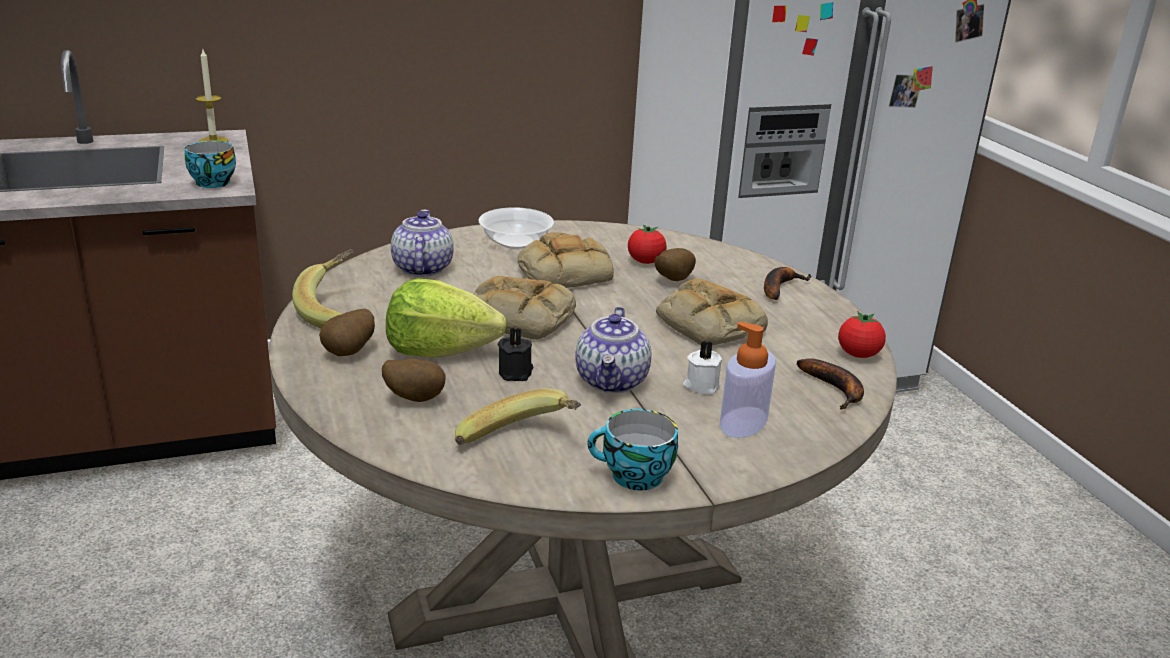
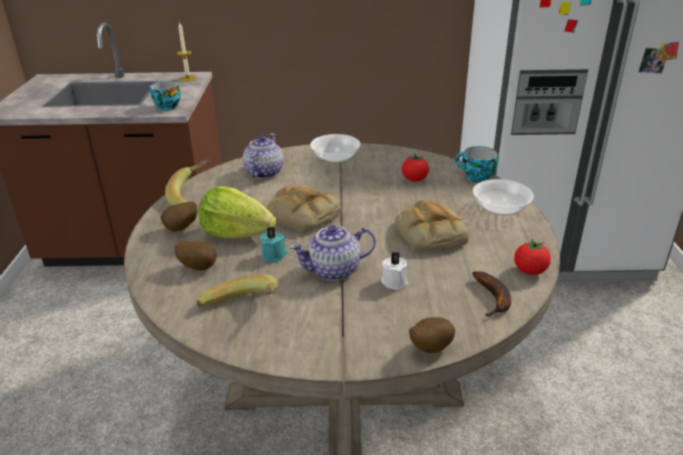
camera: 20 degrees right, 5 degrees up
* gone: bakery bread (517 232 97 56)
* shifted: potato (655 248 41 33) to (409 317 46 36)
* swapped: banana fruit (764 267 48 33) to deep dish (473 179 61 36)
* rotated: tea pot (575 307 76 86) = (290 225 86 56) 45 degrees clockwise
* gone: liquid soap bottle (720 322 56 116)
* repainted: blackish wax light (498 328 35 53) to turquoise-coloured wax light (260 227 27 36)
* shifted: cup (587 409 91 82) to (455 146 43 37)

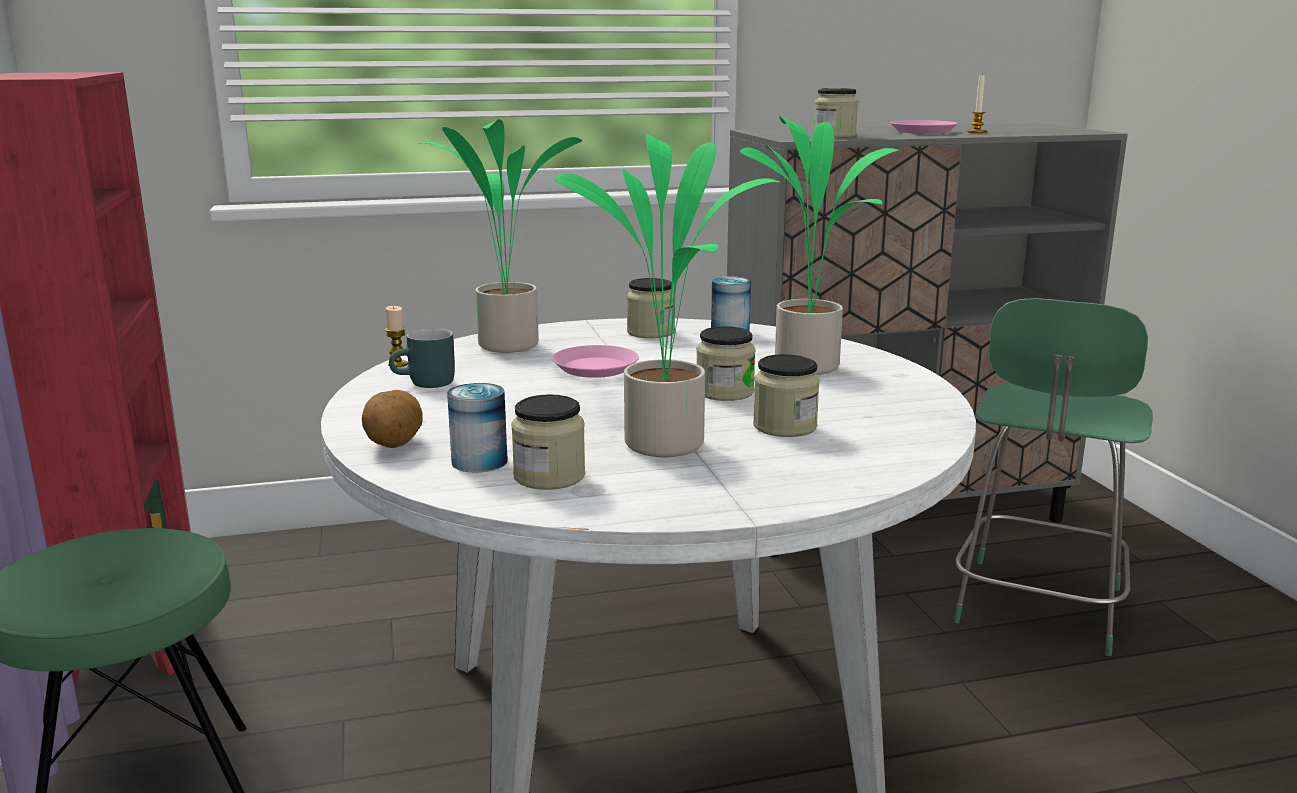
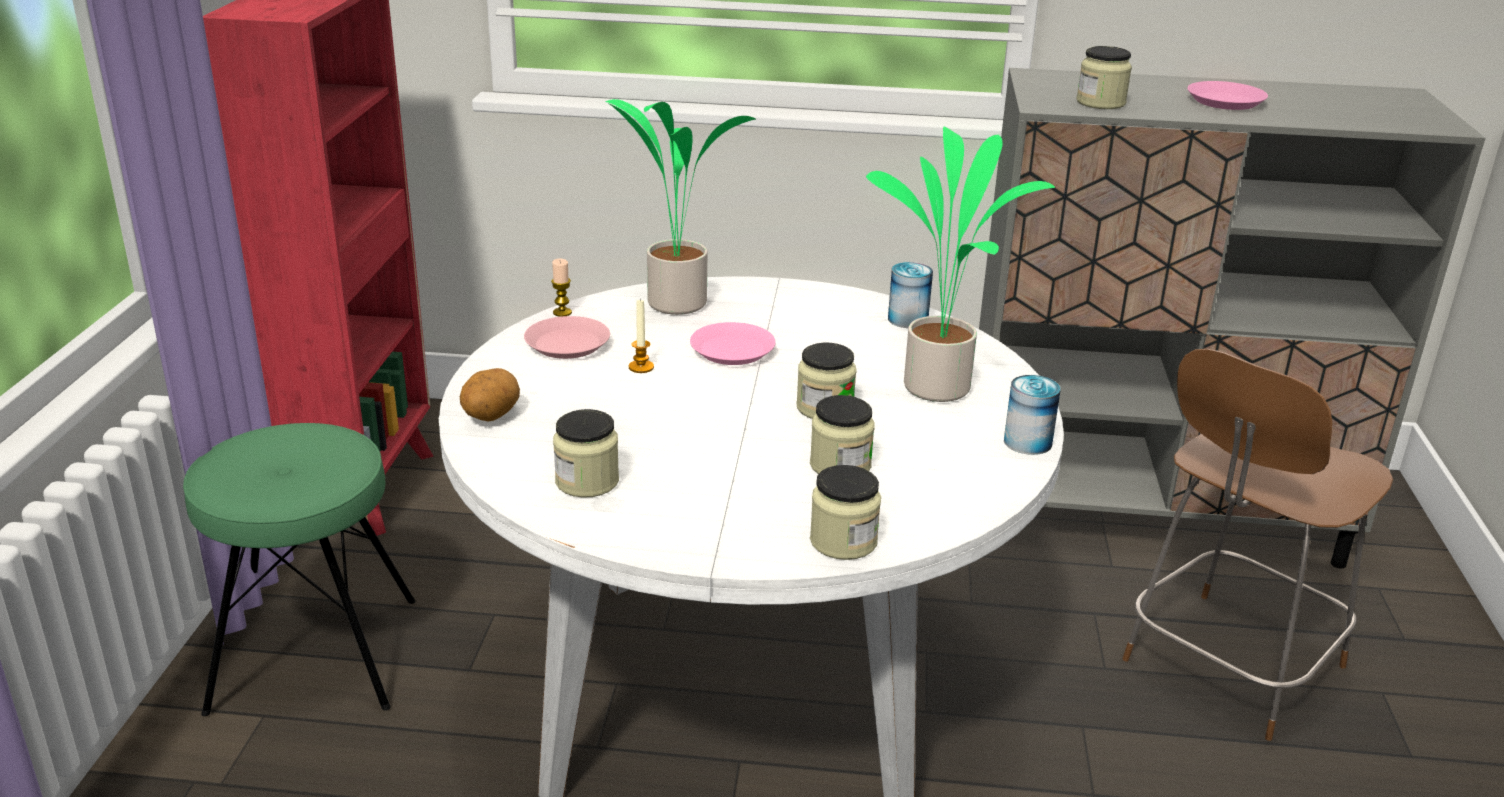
camera: 20 degrees right, 10 degrees up
* shifted: wax light (967 75 20 58) to (629 299 25 74)
* gone: houseplant (554 134 227 323)
* shifted: jar (627 278 48 60) to (810 465 71 95)
* repainted: greenish upright chair (953 298 200 358) to brown-coloured upright chair (1122 349 271 392)
* swapped: turquoise-coloured mug (389 328 66 60) to pinkish plate (524 316 86 43)
* shifted: metal can (447 383 61 90) to (1004 375 57 80)

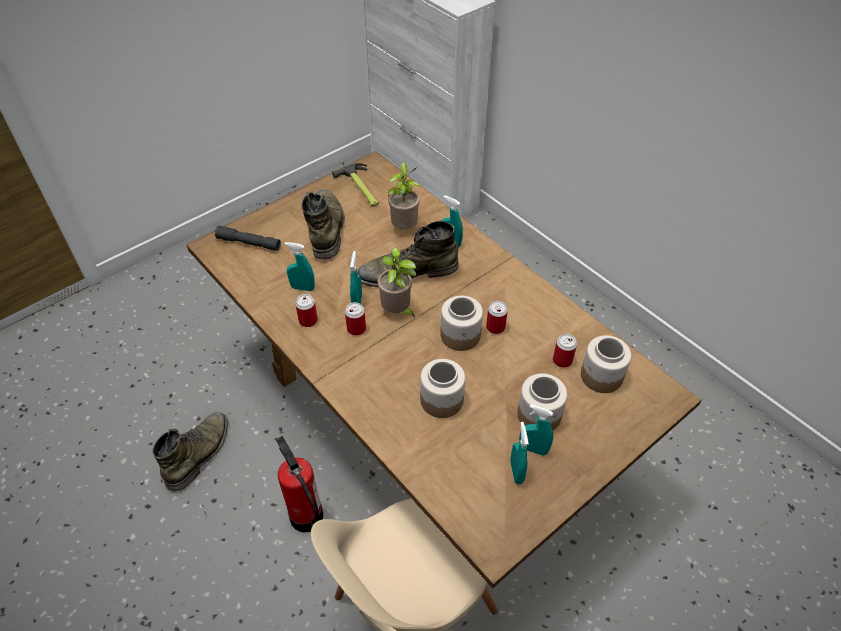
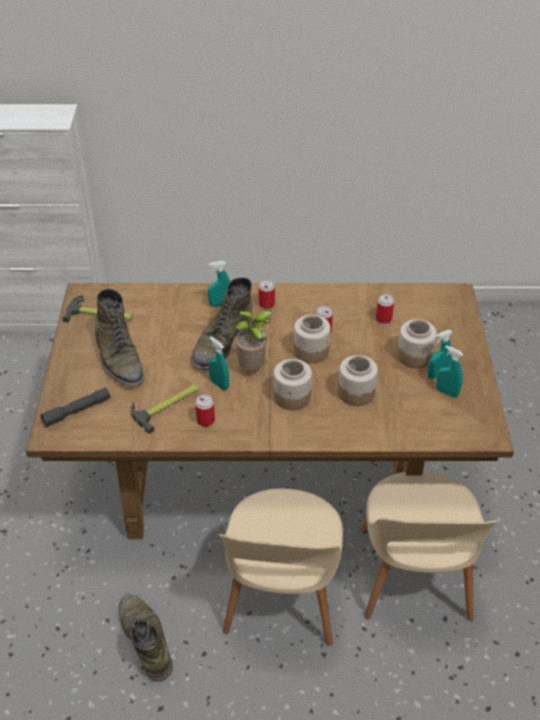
camera: 50 degrees left, 5 degrees down
* gone: houseplant (388 162 32 68)
* rotated: greenish boot (302 189 43 70) = (95 288 50 98) 150 degrees counterclockwise
* swapped: turquoise-coloured hand sprayer (285 242 30 49) to hand hammer (131 384 69 50)
* shifted: metal can (345 302 21 34) to (259 280 16 29)
* shifted: jar (581 335 50 58) to (274 359 38 51)
* swapped: fire-fighting cylinder (275 436 48 96) to beige-coloured upright chair (219 488 124 158)

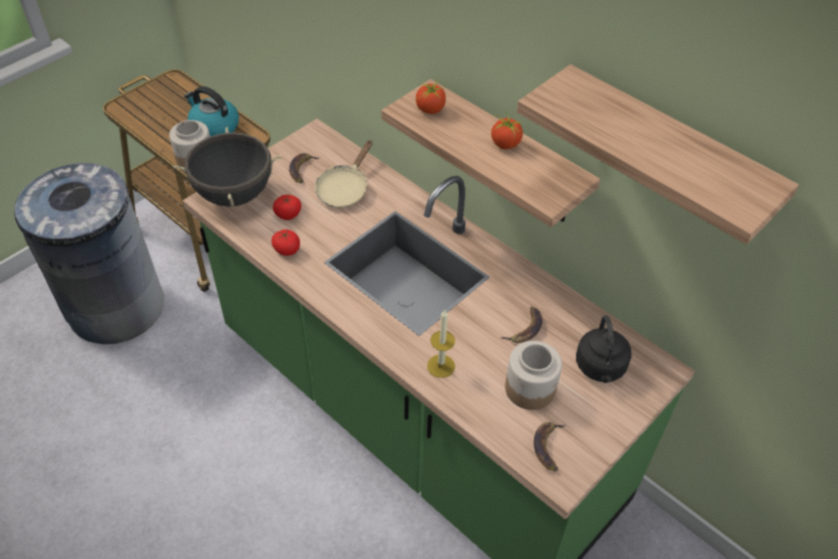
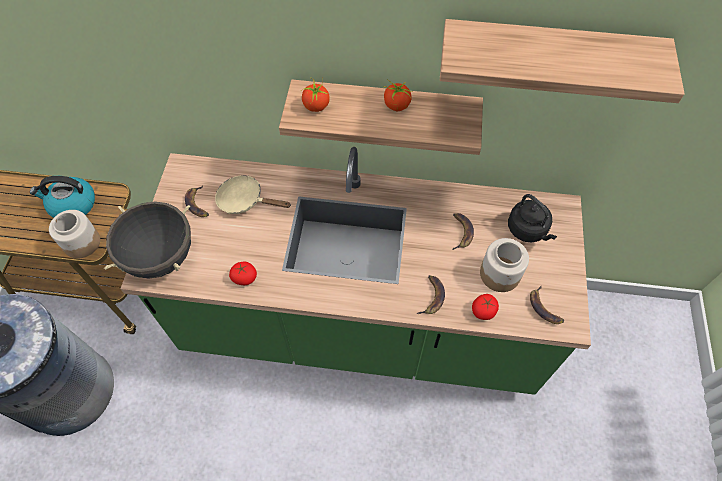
camera: 35 degrees left, 10 degrees up
* rotated: beige-coloured frying pan (315 140 58 68) = (215 175 75 39) 120 degrees clockwise
* shifted: whole tomato (273 195 28 25) to (472 294 27 26)
* swapped: wax light (427 310 28 68) to banana fruit (417 275 28 39)

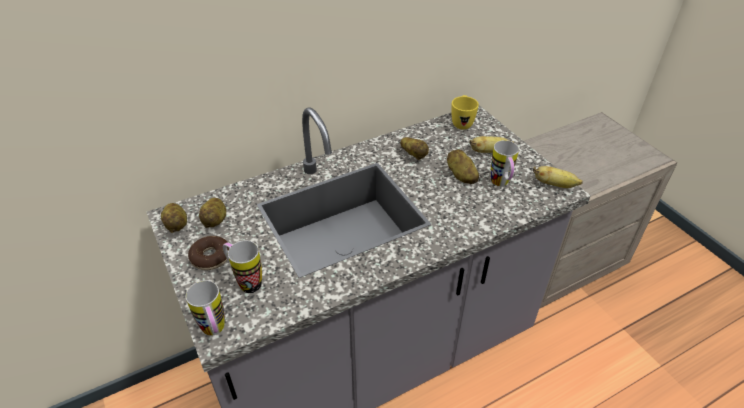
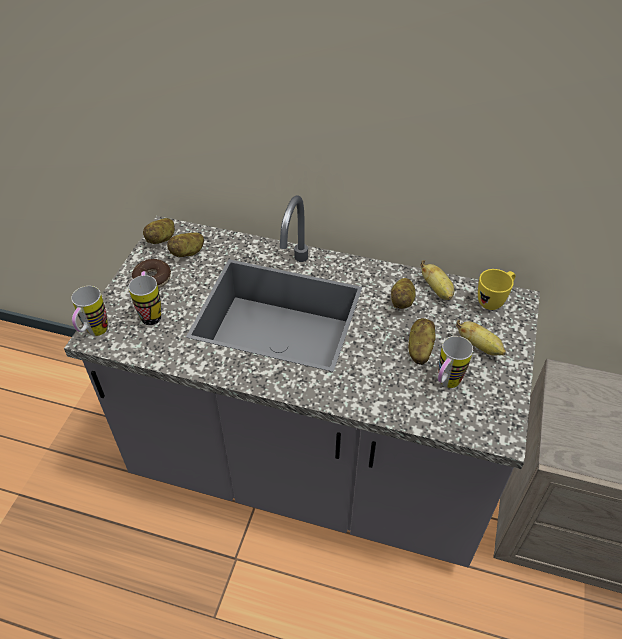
camera: 45 degrees right, 5 degrees up
* shifted: banana fruit (533 166 50 22) to (420 260 34 40)

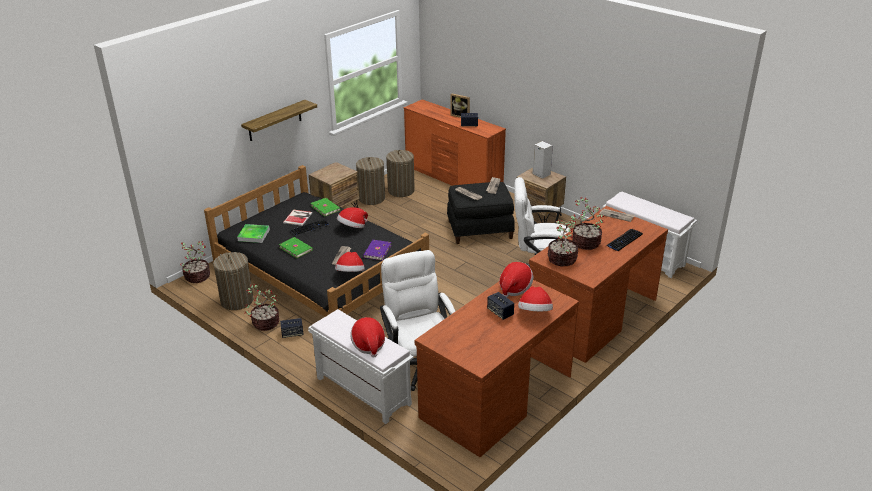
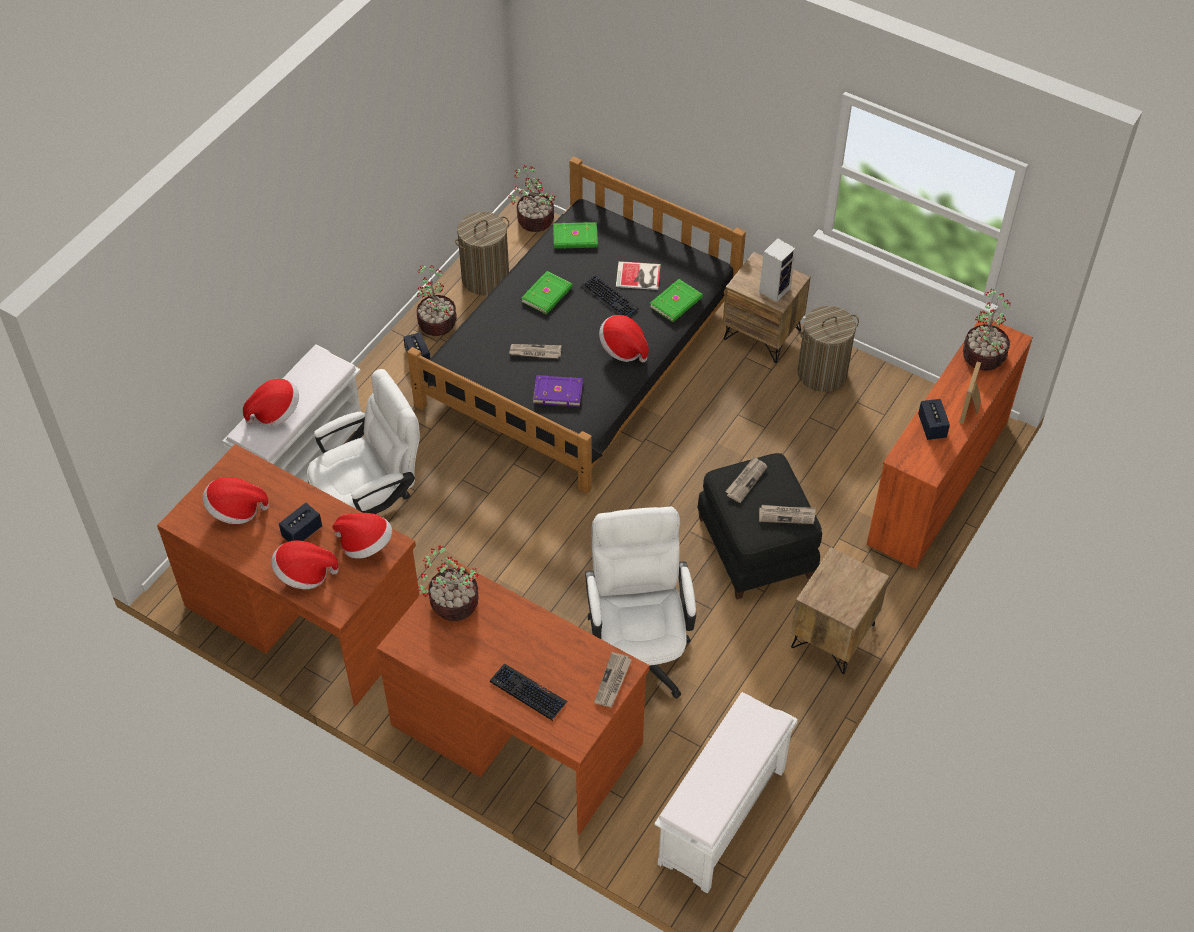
camera: 80 degrees right, 20 degrees up
* gone: wall shelf (241 100 76 41)
* shifted: loudspeaker (532 141 21 38) to (759 238 37 64)
* gone: laundry basket (386 150 29 47)
* shifted: houseplant (567 197 37 53) to (963 289 48 82)
* swapped: serving tray (237 224 33 19) to greenish bound book (553 222 45 27)
* shifted: hat (335 252 30 20) to (203 477 66 47)

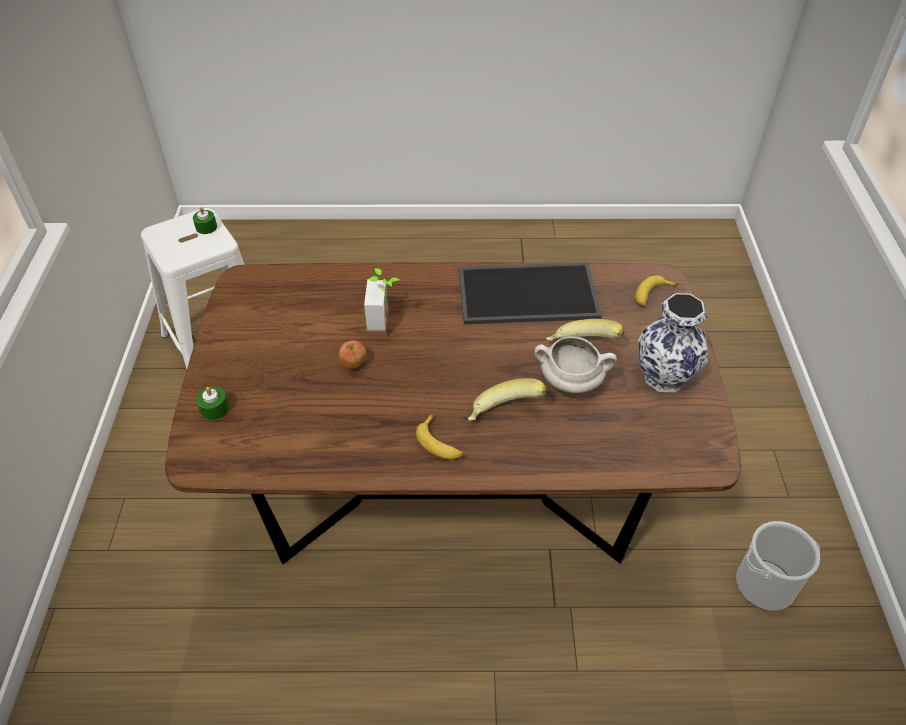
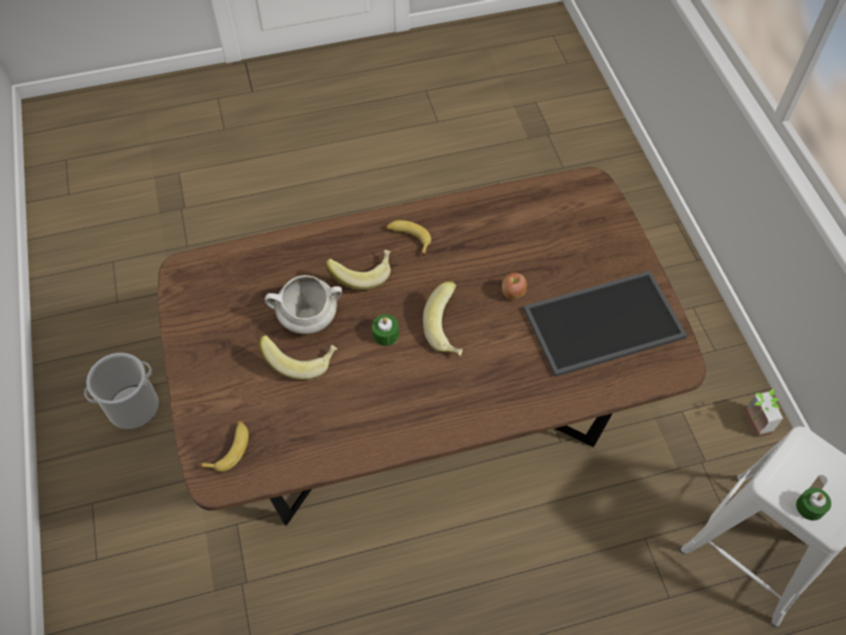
camera: 165 degrees right, 10 degrees up
* shifted: serving tray (459 262 143 62) to (523 271 164 106)
* shifted: houseplant (364 268 35 69) to (744 389 39 49)
* gone: vase (638 293 70 100)
* shifted: greenish wax light (196 387 33 33) to (372 314 27 32)
* new: banana fruit (423 281 40 75)

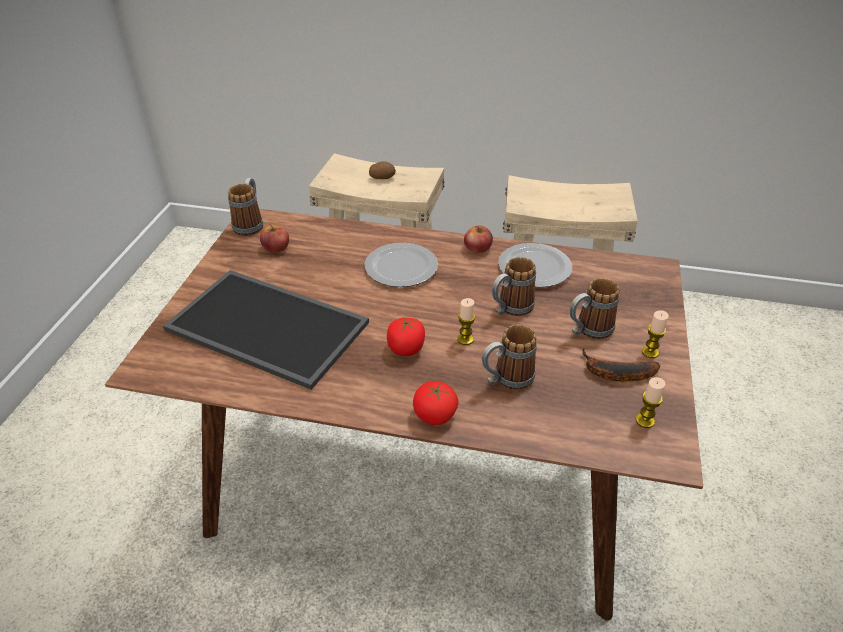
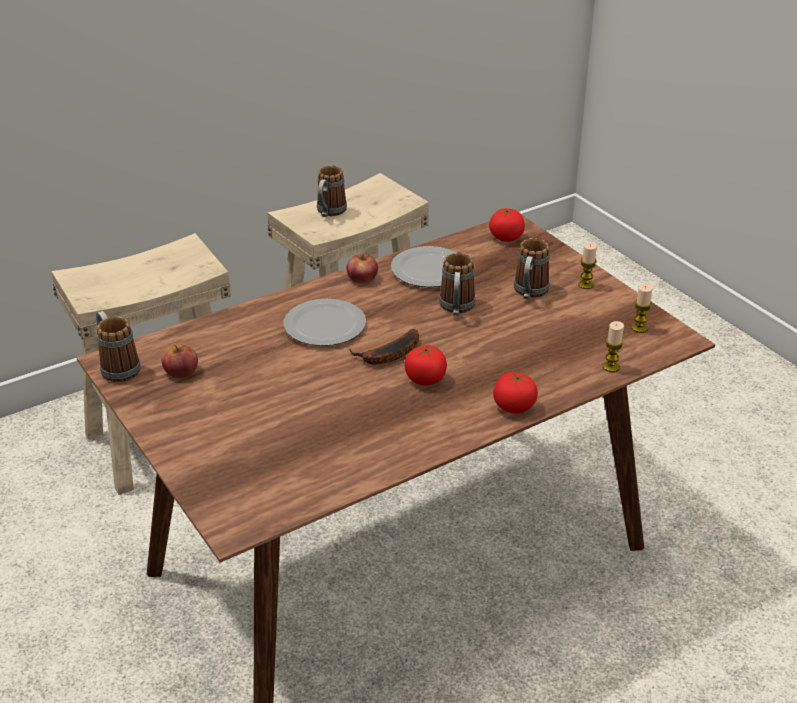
camera: 45 degrees left, 5 degrees down
* gone: potato (369 161 27 18)
* gone: serving tray (163 270 206 120)
* shifted: wax light (457 298 18 47) to (603 321 21 51)
* shifted: mug (482 324 55 66) to (317 166 30 51)
* shifted: banana fruit (582 348 78 33) to (350 329 69 36)
* new: whole tomato (489 208 36 34)

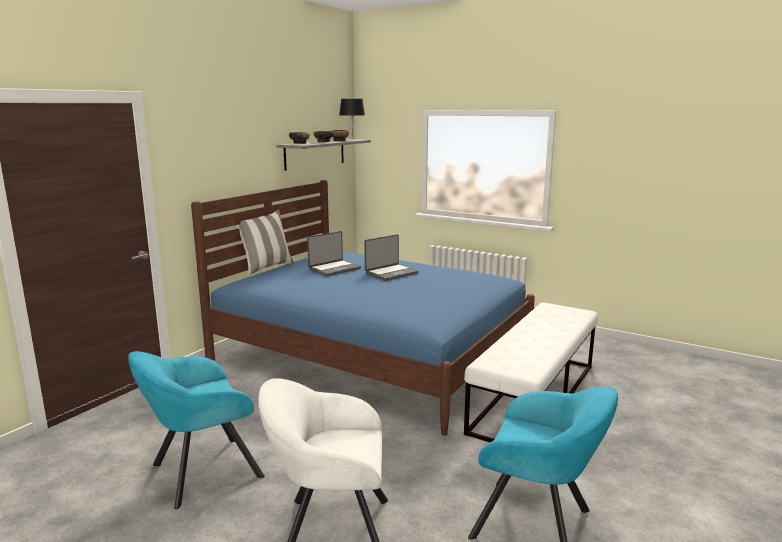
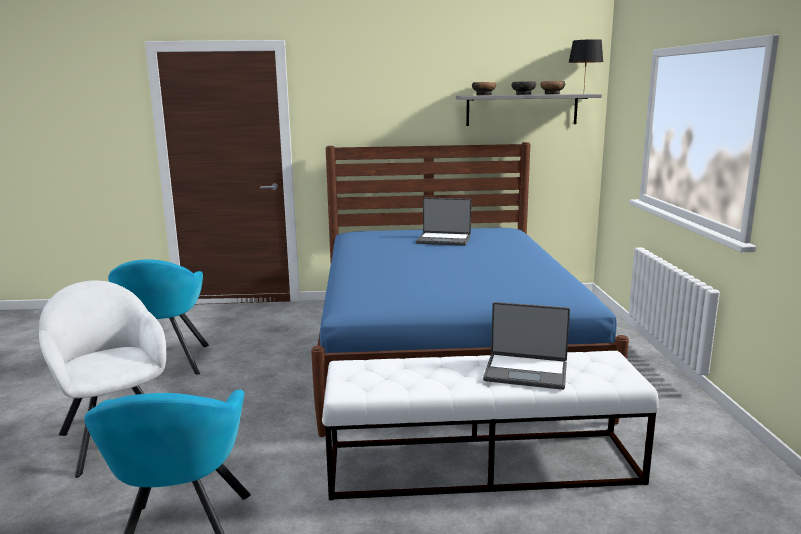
camera: 55 degrees right, 0 degrees up
* gone: cushion (236 209 58 66)
* shifted: notebook computer (364 234 55 47) to (483 302 87 88)
* rotated: turquoise-coloured easy chair (128 351 137 158) = (108 259 101 116) 120 degrees counterclockwise

